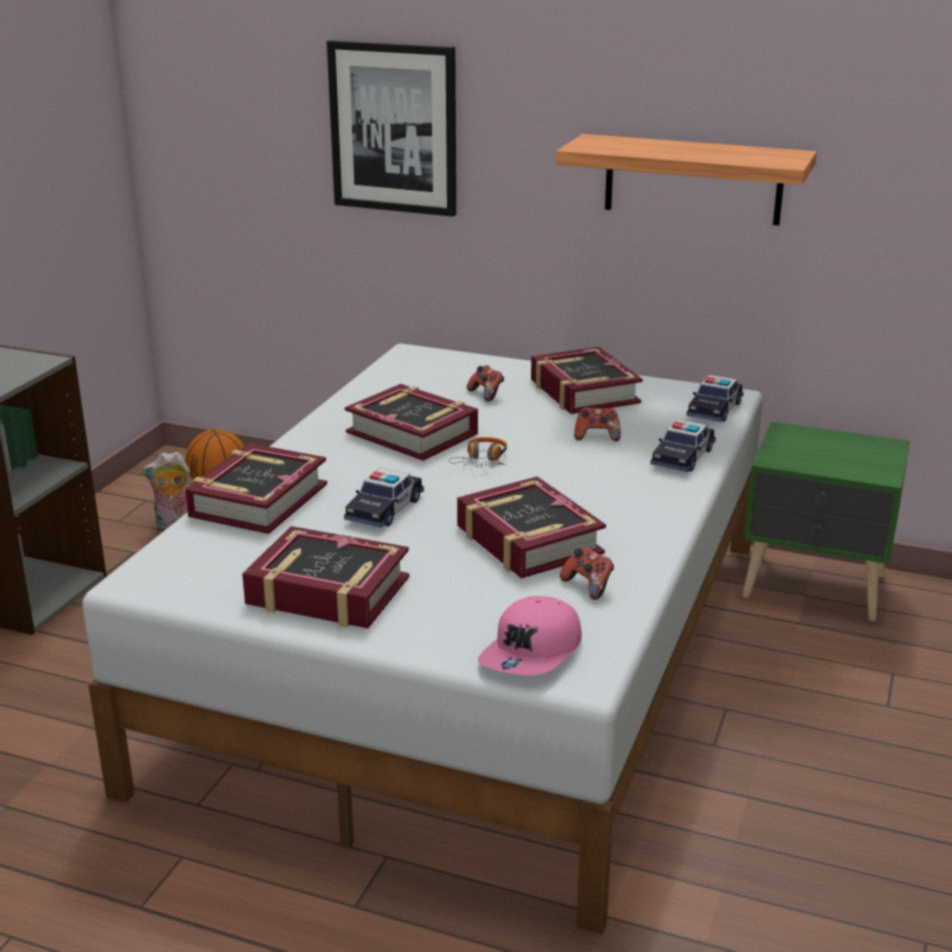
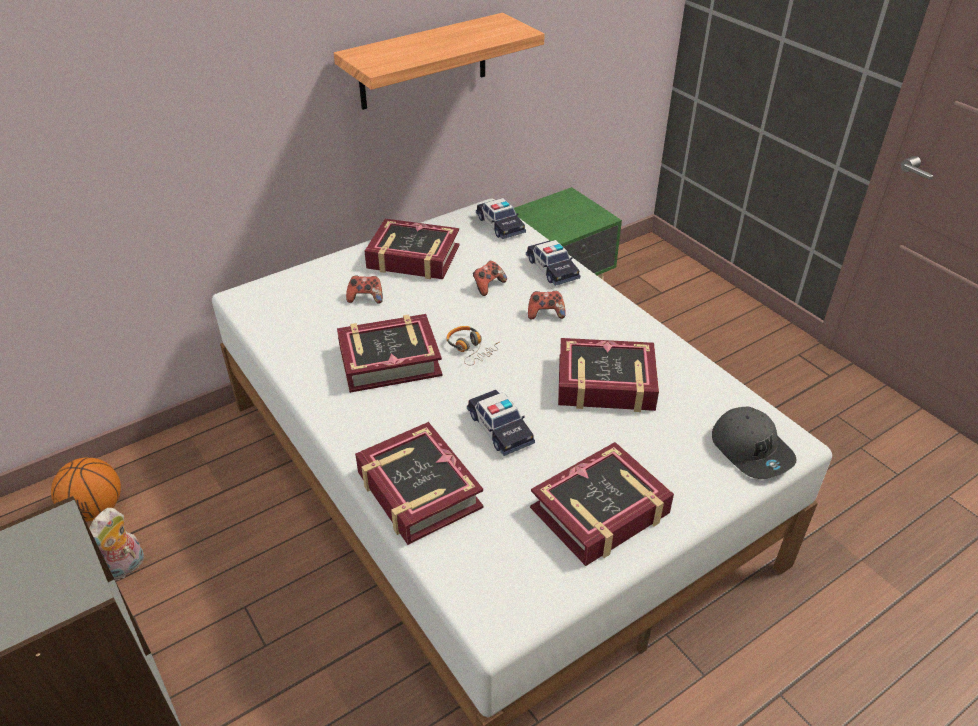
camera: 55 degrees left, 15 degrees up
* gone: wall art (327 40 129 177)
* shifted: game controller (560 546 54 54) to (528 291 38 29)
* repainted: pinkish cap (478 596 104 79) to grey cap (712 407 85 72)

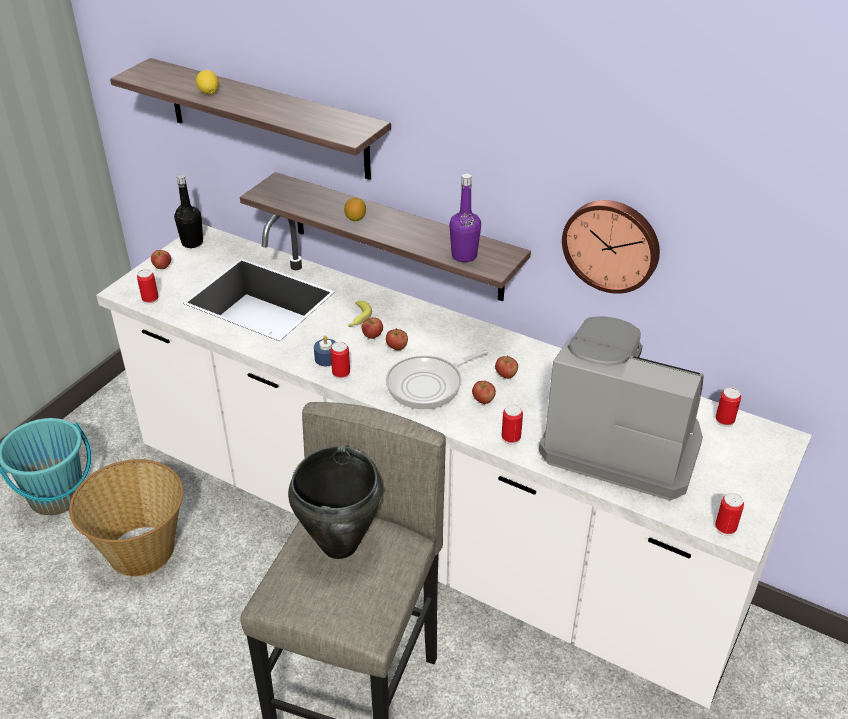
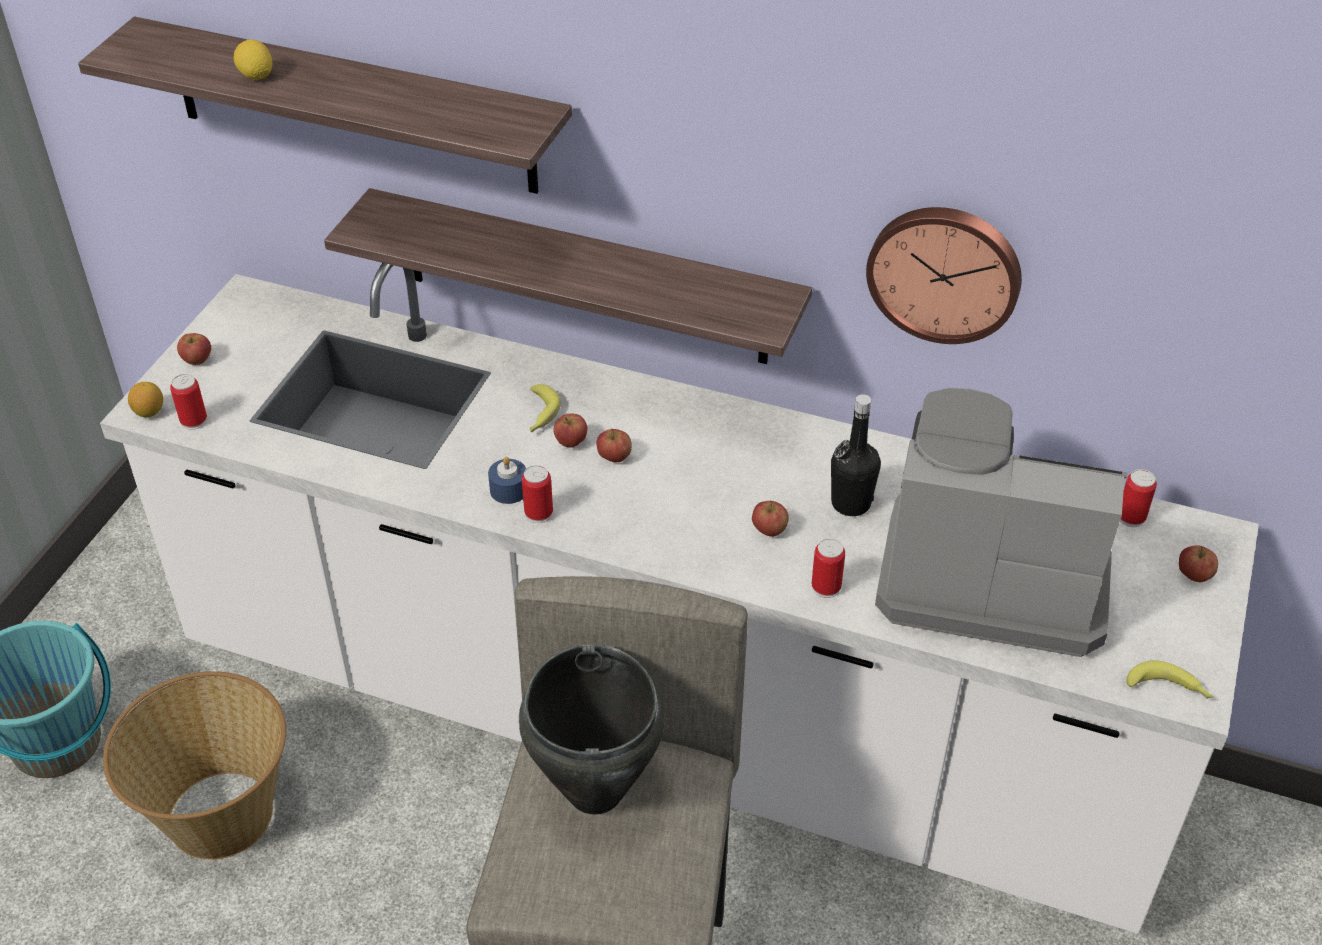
camera: 10 degrees left, 5 degrees up
* shifted: blackish bottle (174 174 29 74) to (831 395 50 121)
* gone: purple bottle (449 174 32 88)
* shifted: lemon (344 198 22 23) to (128 382 35 36)
* gone: frying pan (386 349 102 60)
* shifted: apple (495 355 23 24) to (1179 545 39 37)
* swapped: metal can (715 493 29 43) to banana fruit (1126 660 88 39)

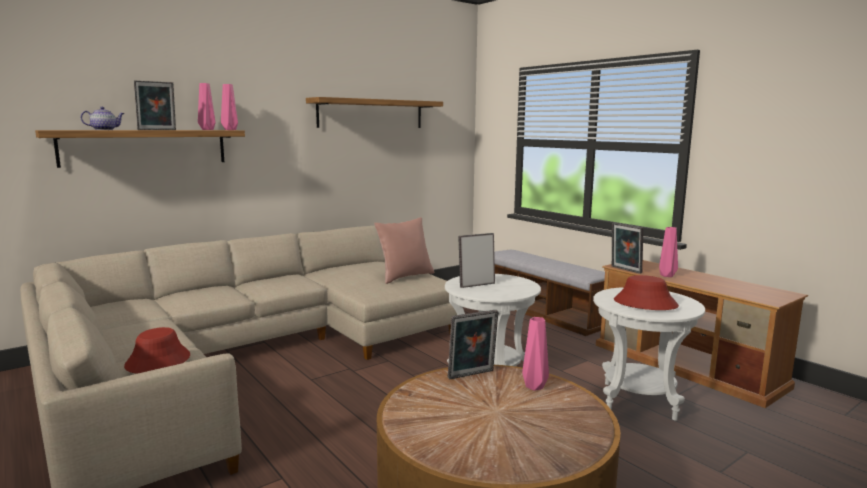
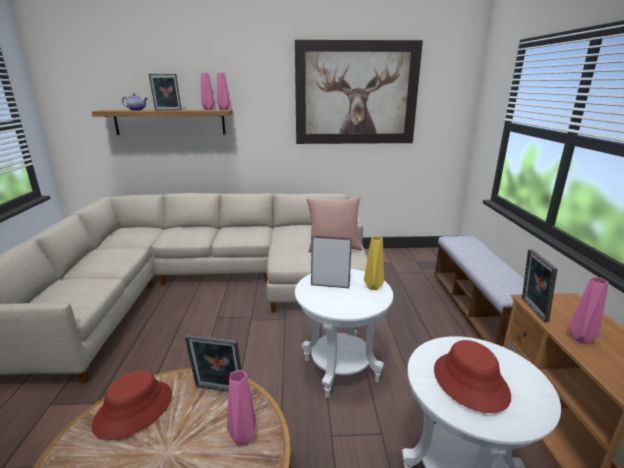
camera: 35 degrees right, 10 degrees up
* swapped: wall shelf (306 97 137 31) to wall art (295 40 128 104)
* shifted: red hat (124 327 66 47) to (92 370 80 70)
* new: yellow vase (364 236 20 54)

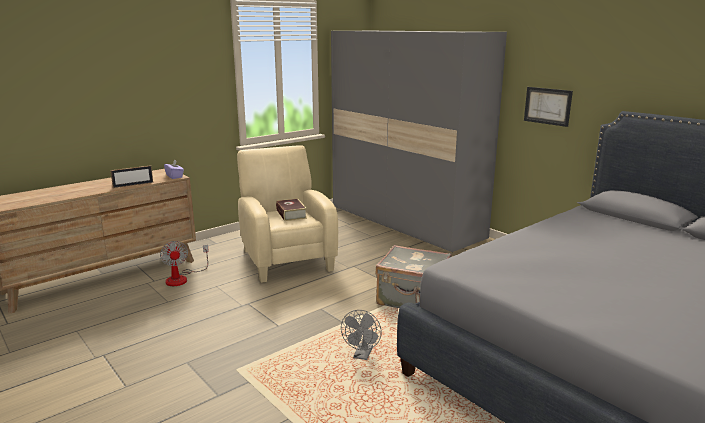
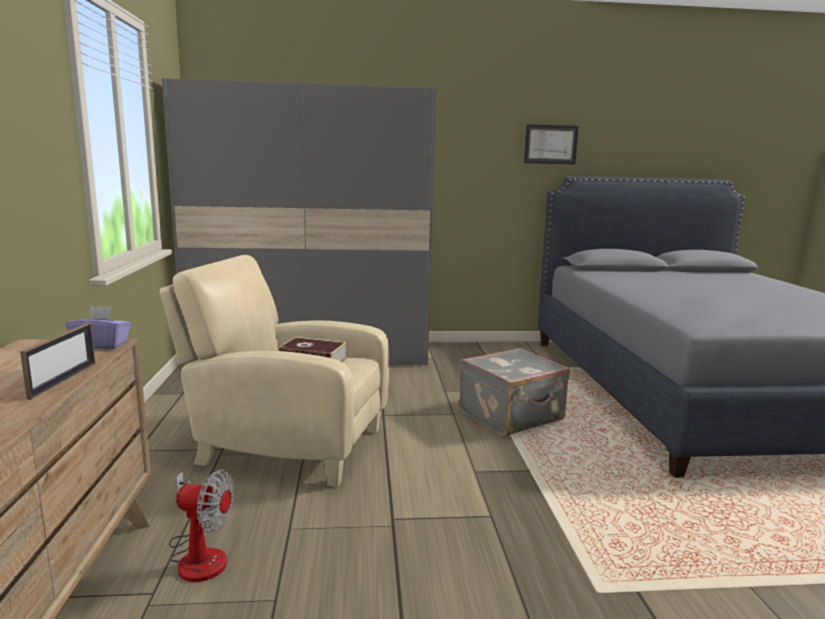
camera: 55 degrees left, 5 degrees down
* shifted: wall art (524 87 49 40) to (524 124 55 41)
* gone: grey electric fan (341 310 41 50)

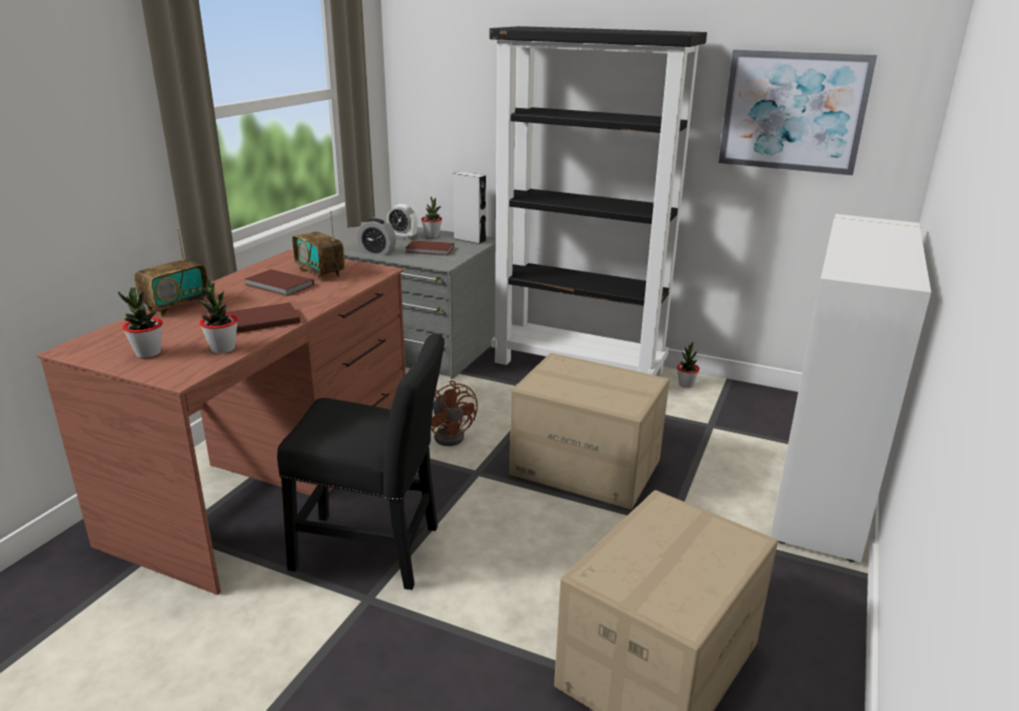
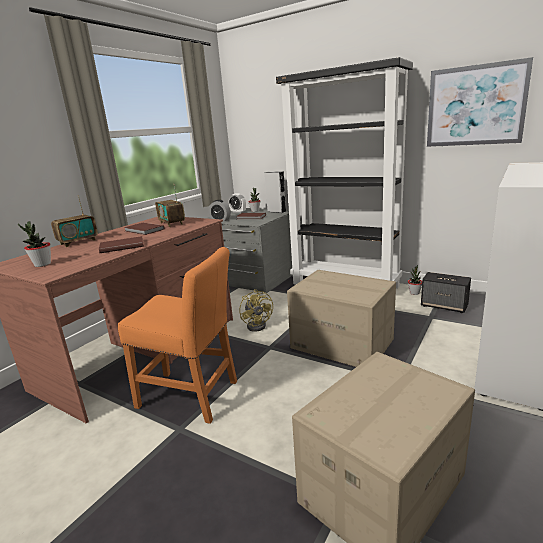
camera: 10 degrees right, 5 degrees down
* gone: houseplant (198 279 40 74)
* repainted: blackish upright chair (277 333 168 257) to orange-coloured upright chair (118 247 119 177)
* repainted: brown-coloured electric fan (431 380 47 66) to yellow electric fan (239 289 34 43)
* new: loudspeaker (421 272 50 41)

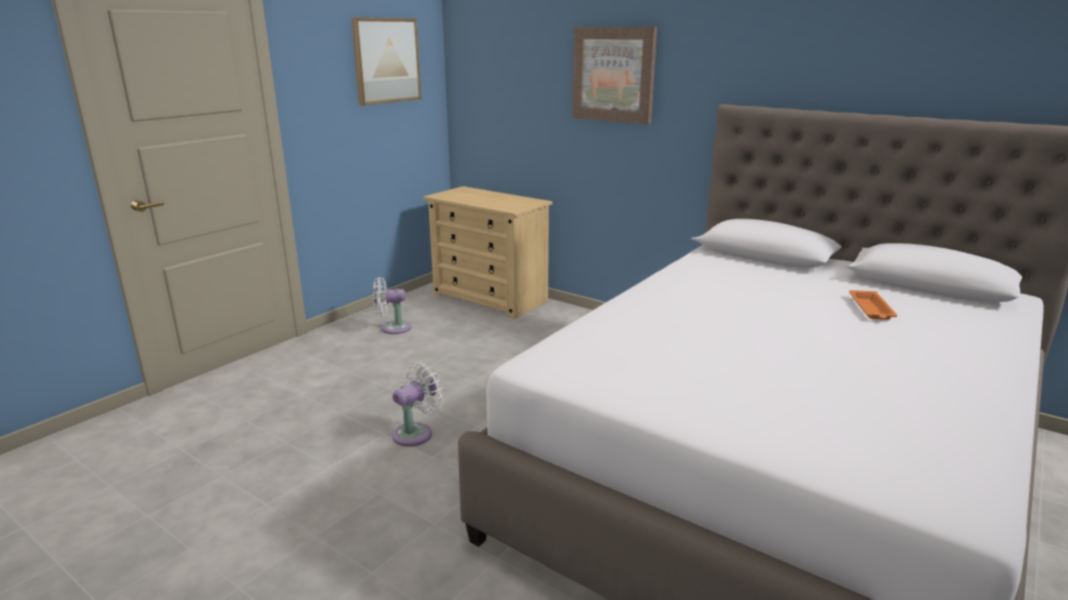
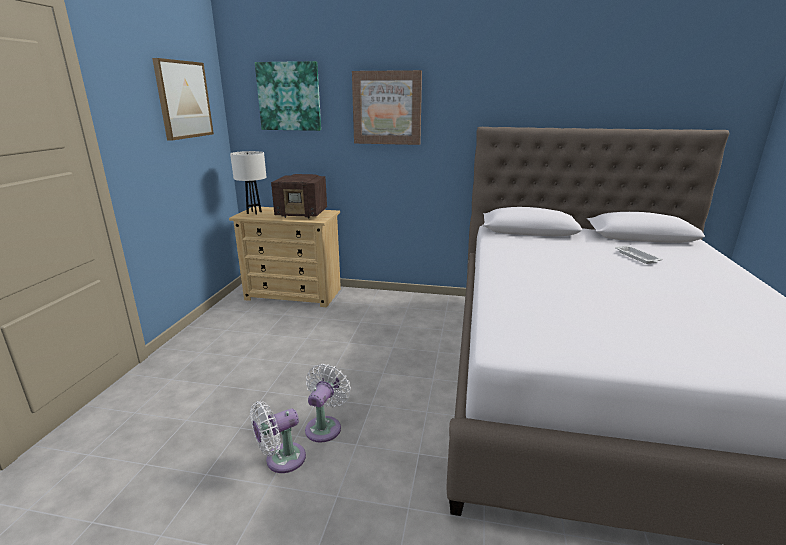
camera: 25 degrees left, 0 degrees up
* shifted: white-coloured electric fan (373 277 38 57) to (250 401 56 72)
* repainted: orange-coloured serving tray (849 290 49 30) to white-coloured serving tray (615 245 48 19)
* new: wall art (255 61 66 70)
* new: white-coloured tabletop lamp (230 151 36 64)
* new: radio (271 174 56 45)

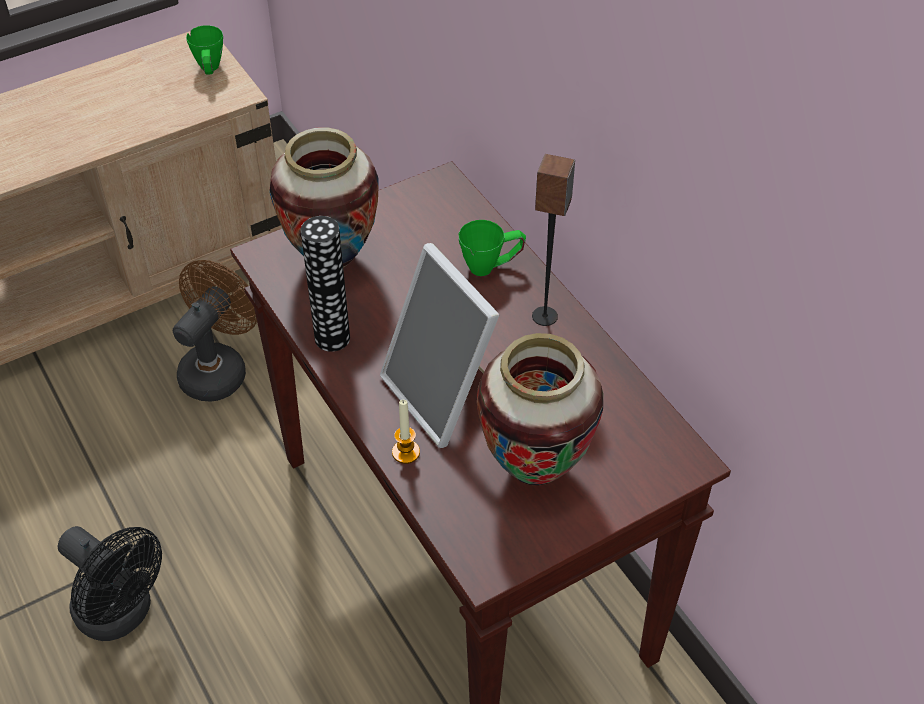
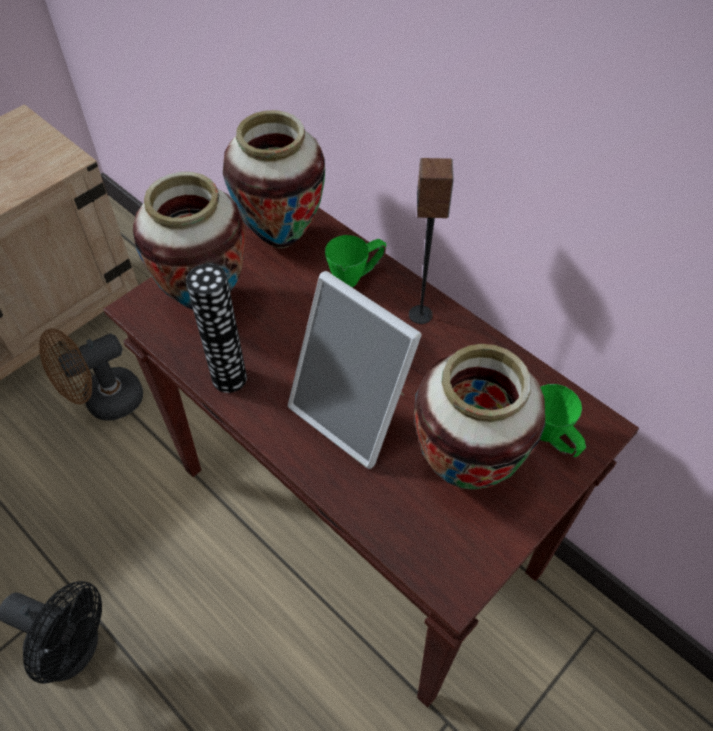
camera: 15 degrees left, 5 degrees up
* shifted: greenish mug (186 25 37 50) to (540 384 46 73)
* rotated: brown-coloured electric fan (173 260 84 142) = (39 328 104 92) 135 degrees counterclockwise
* gone: wax light (392 400 28 64)
* new: vase (223 110 102 138)

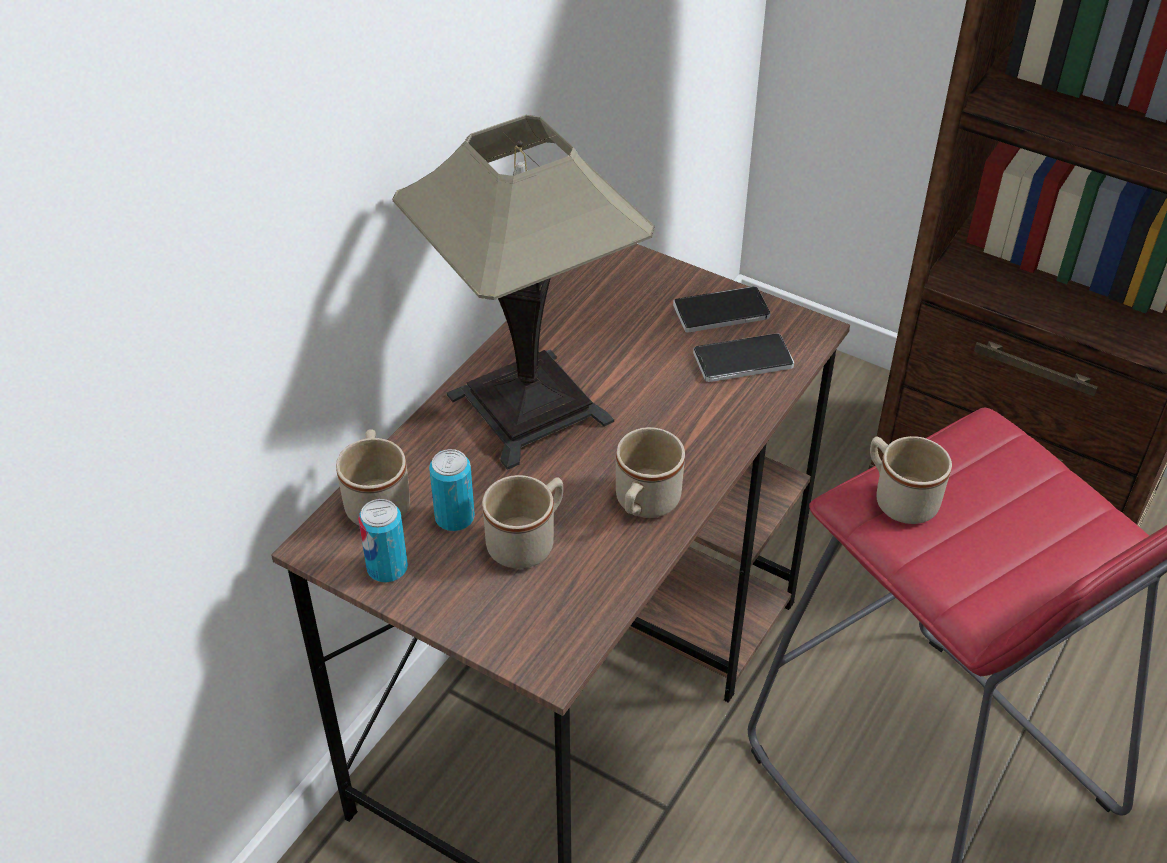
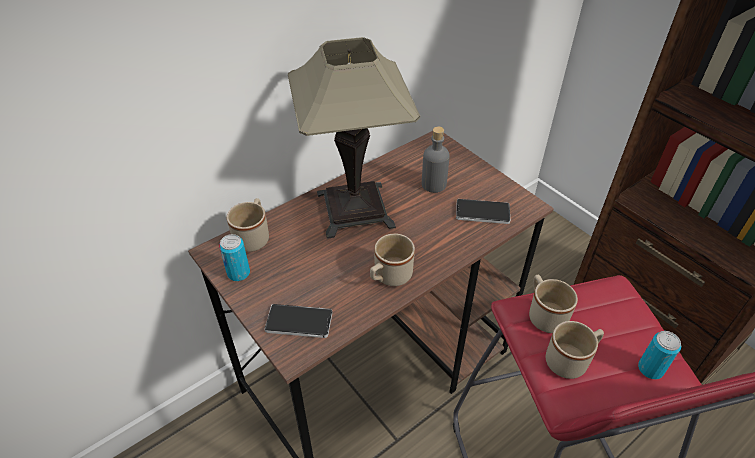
camera: 20 degrees right, 0 degrees up
* shifted: phone (673 286 98 46) to (265 304 68 34)
* shifted: metal can (429 449 46 82) to (638 331 43 48)
* shifted: beige-coloured mug (482 475 81 94) to (546 321 58 58)
* new: grey bottle (422 126 28 67)

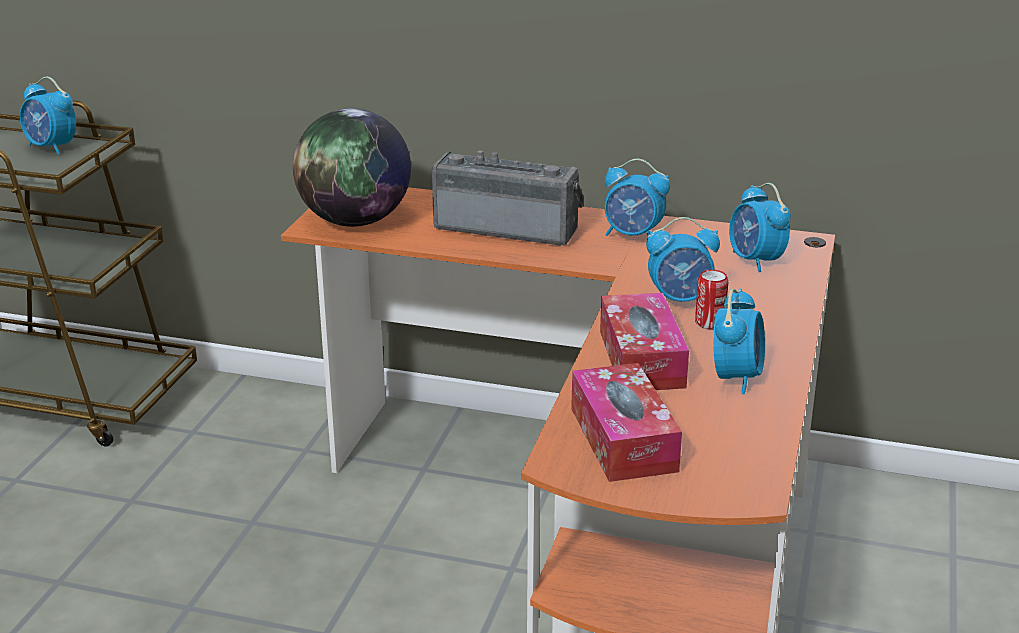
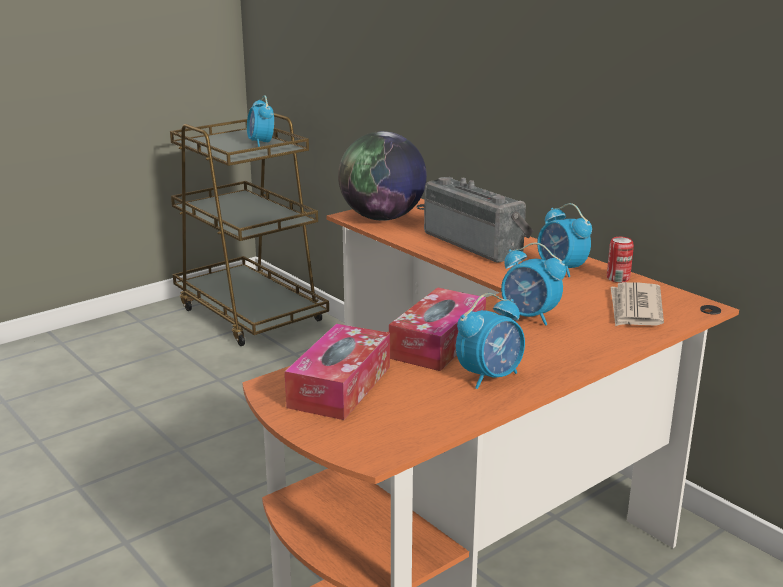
camera: 35 degrees right, 5 degrees down
* swapped: table clock (729 183 62 89) to newspaper (611 282 53 44)
* shifted: metal can (695 270 33 59) to (607 237 27 46)

